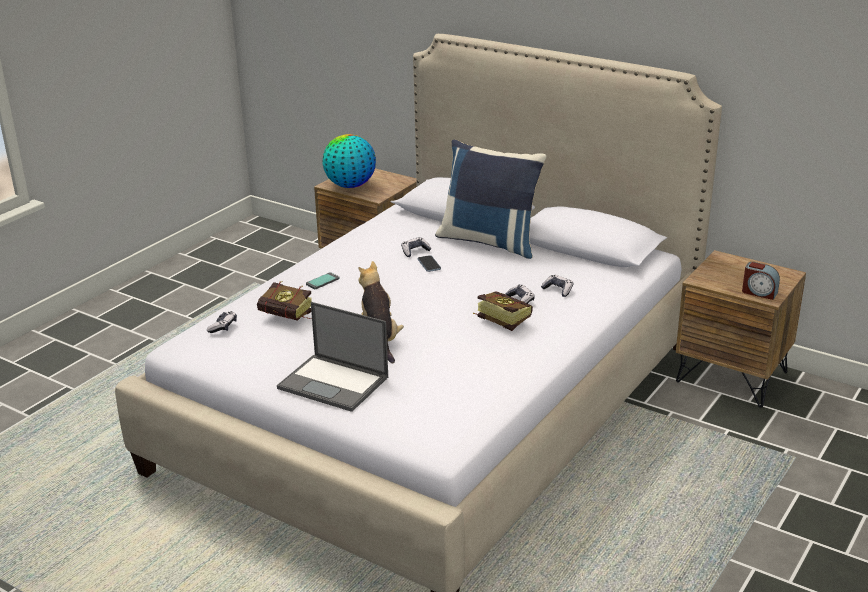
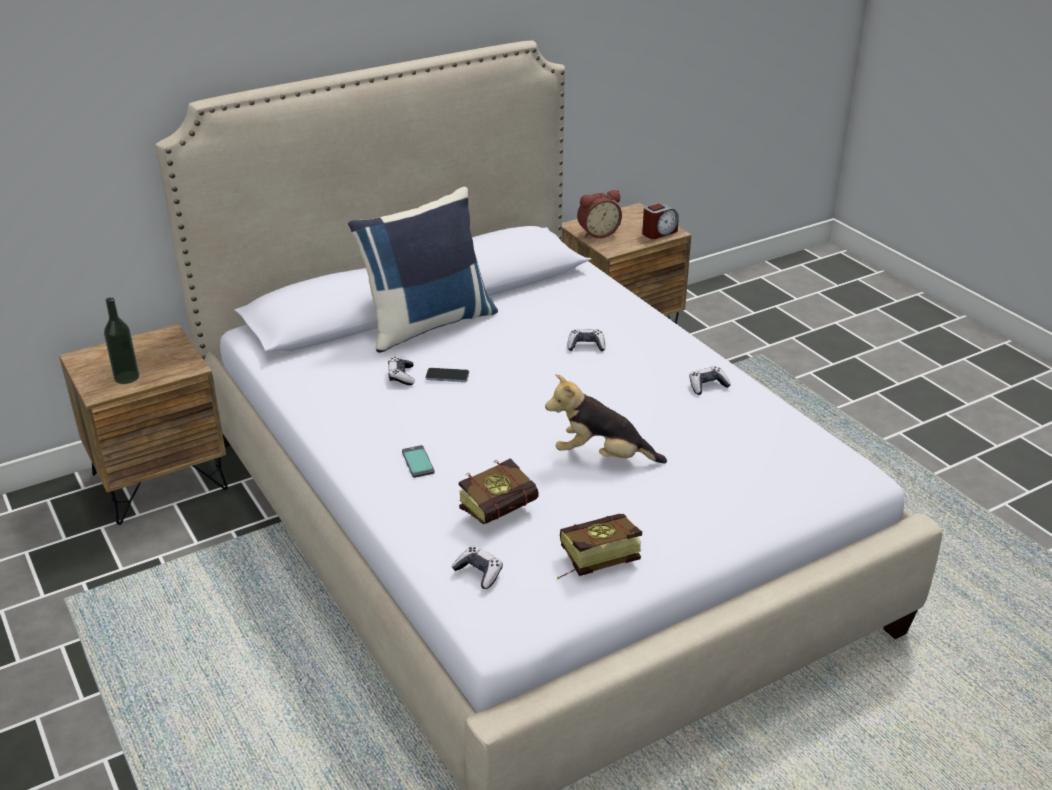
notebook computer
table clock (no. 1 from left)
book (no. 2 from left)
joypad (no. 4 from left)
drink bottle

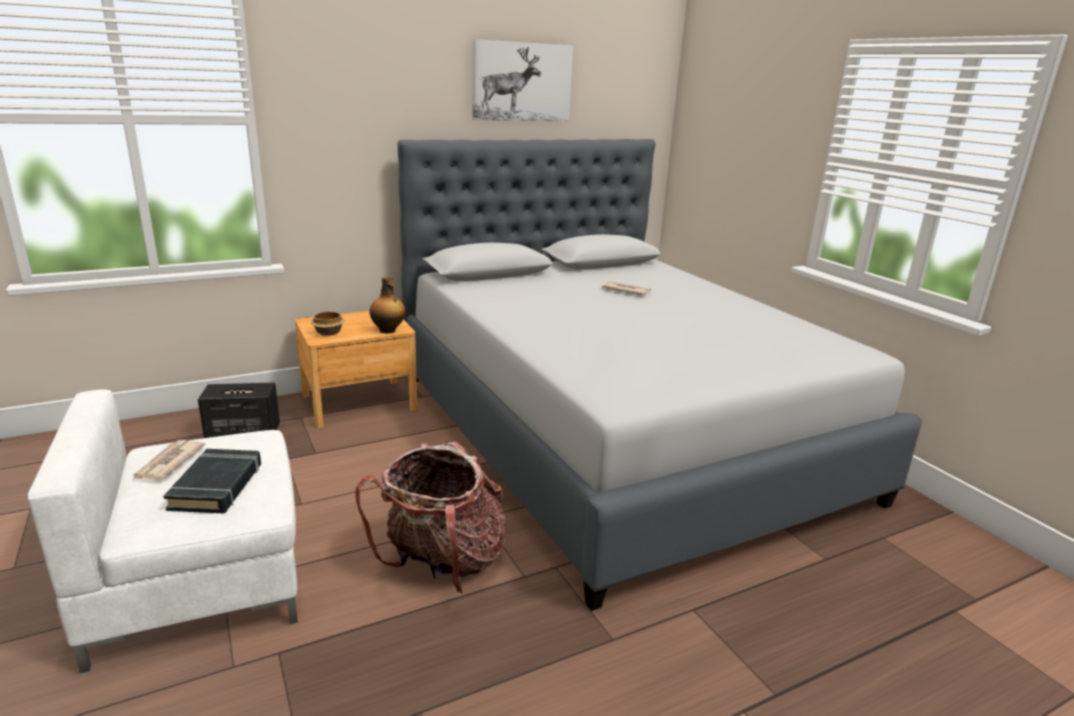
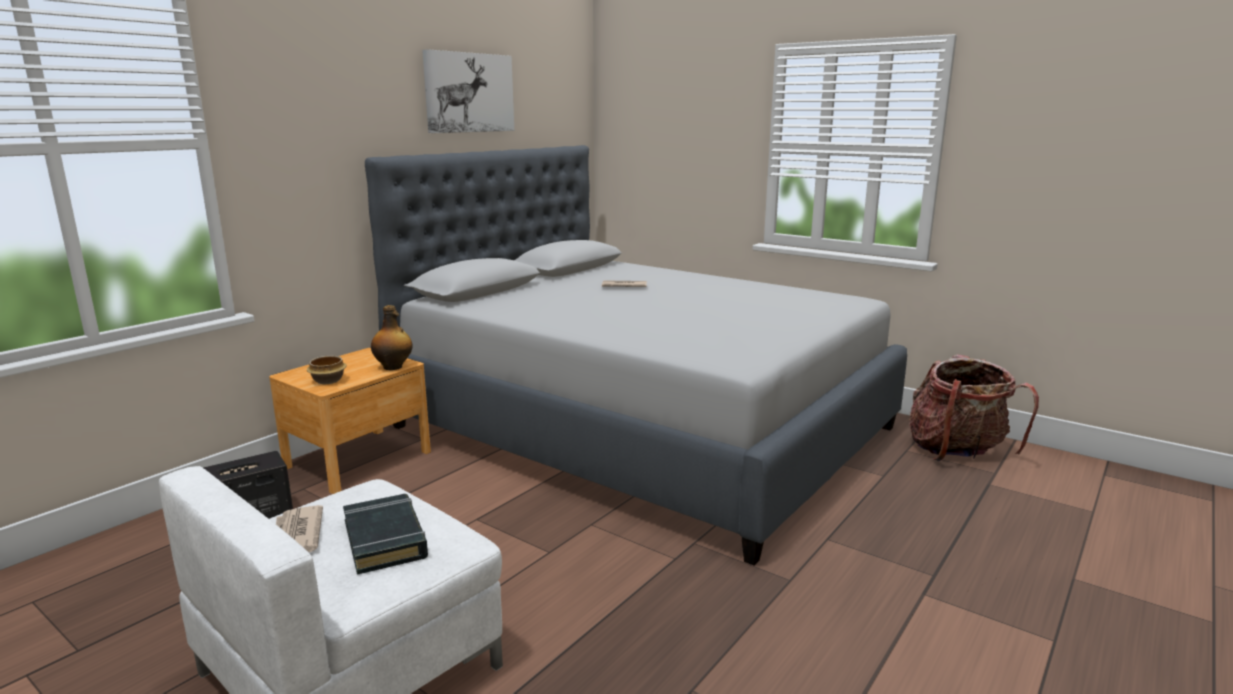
rucksack

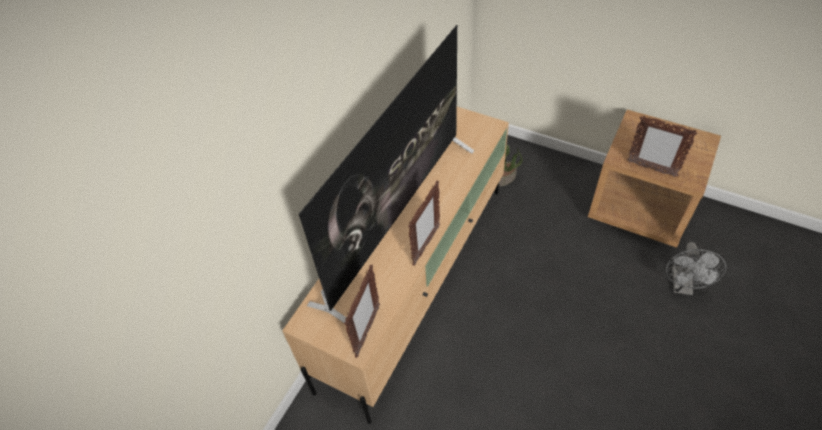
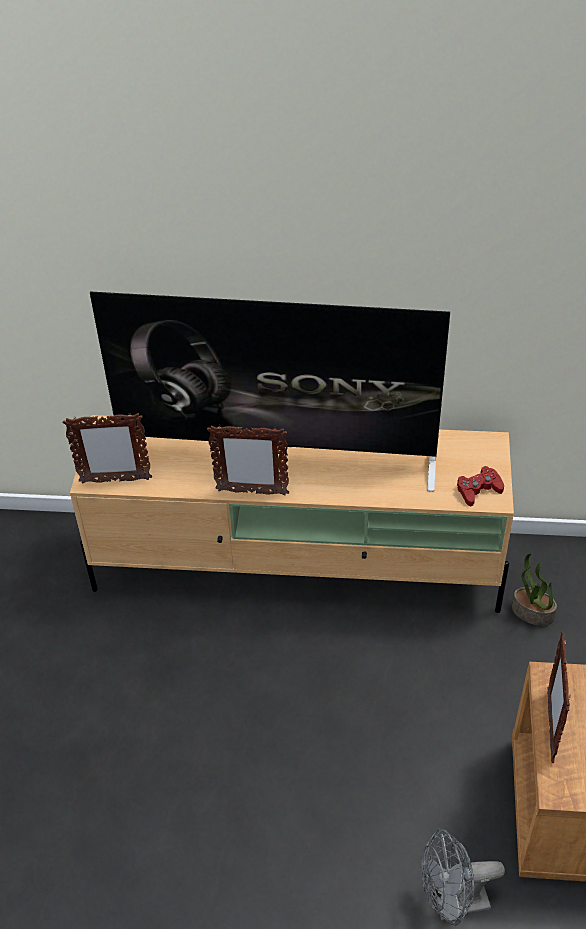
reddish joypad

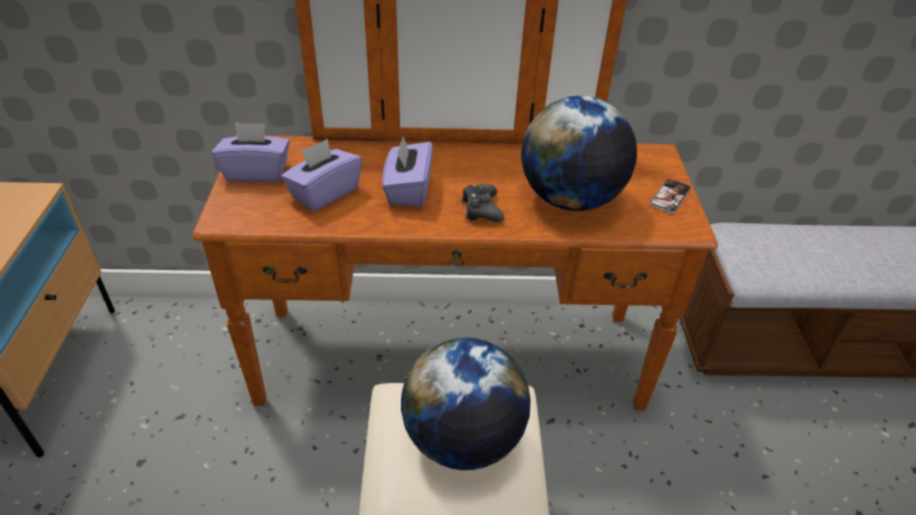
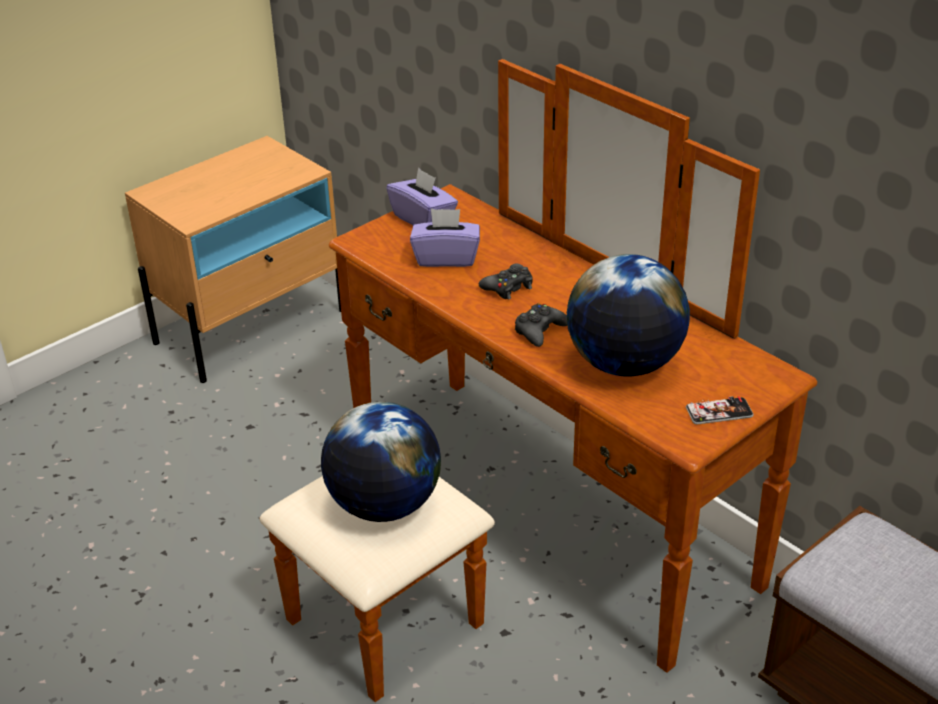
black joypad (no. 1 from left)

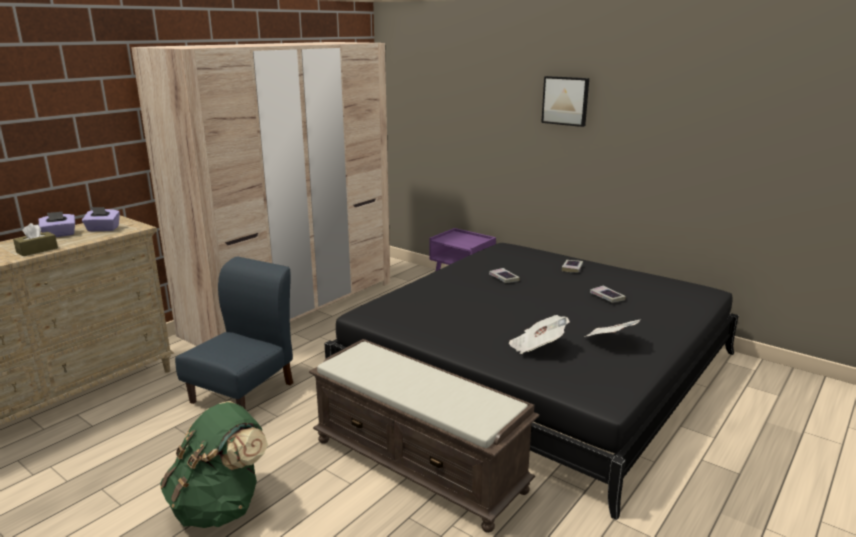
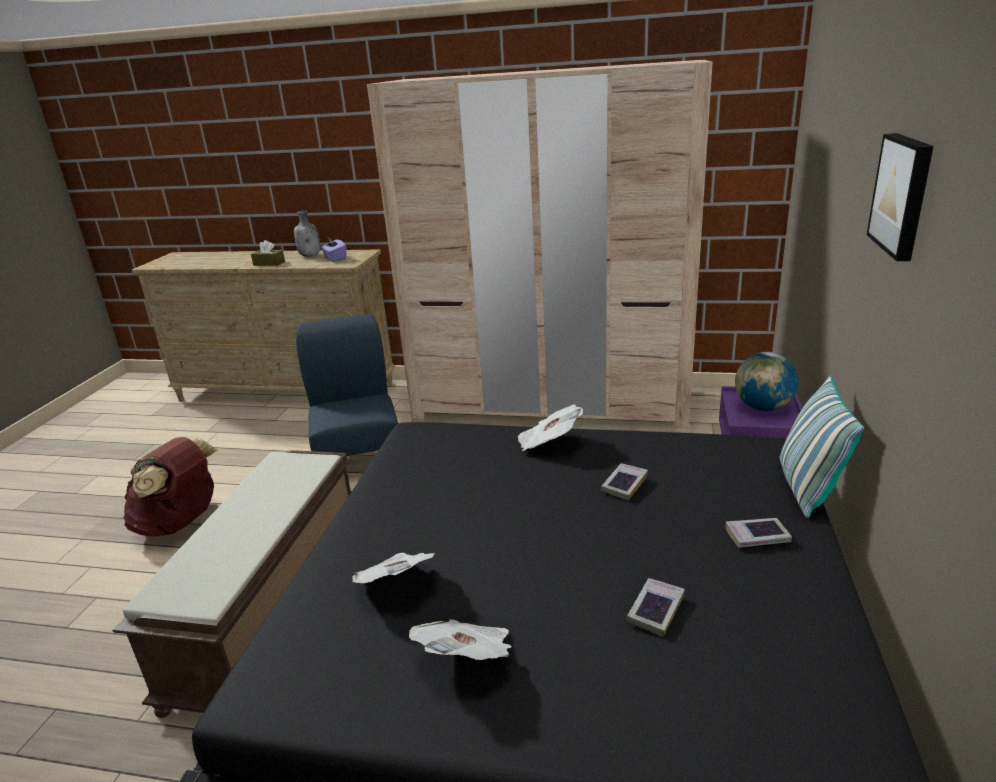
printed paper (no. 3 from left)
world globe
throw pillow
grey drink bottle
brownish rucksack
blue chair

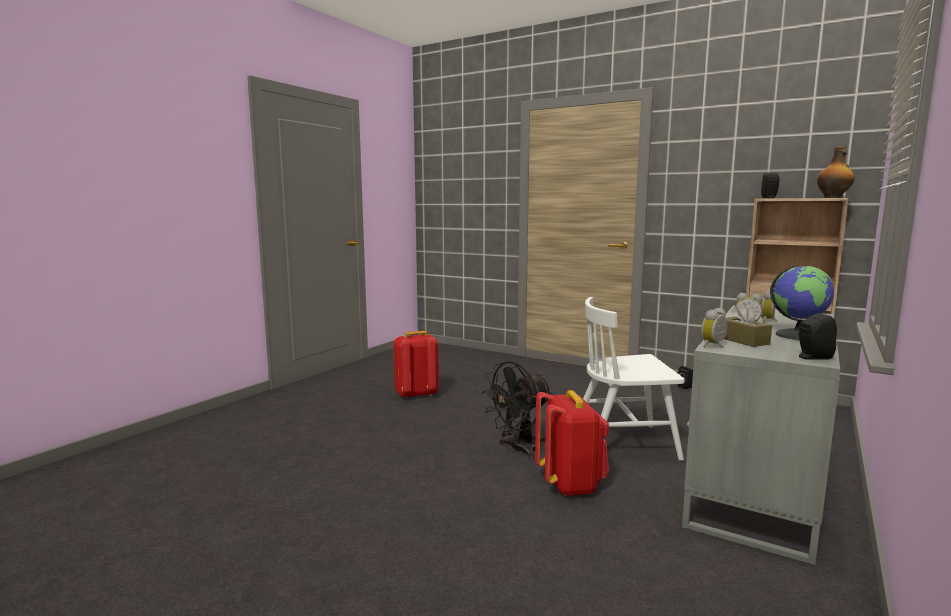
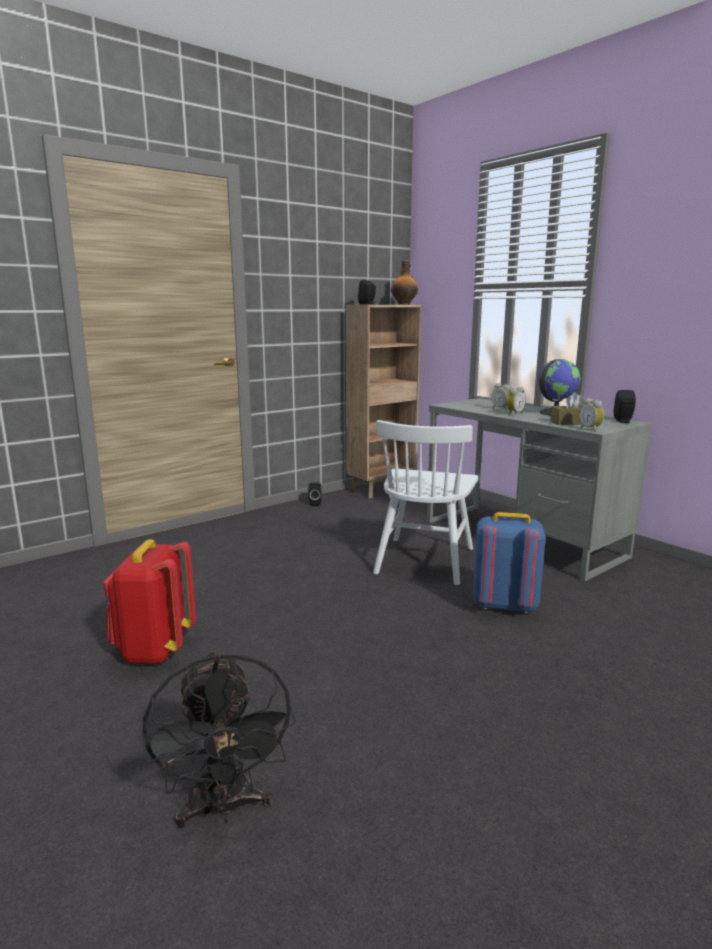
black electric fan
blue rucksack

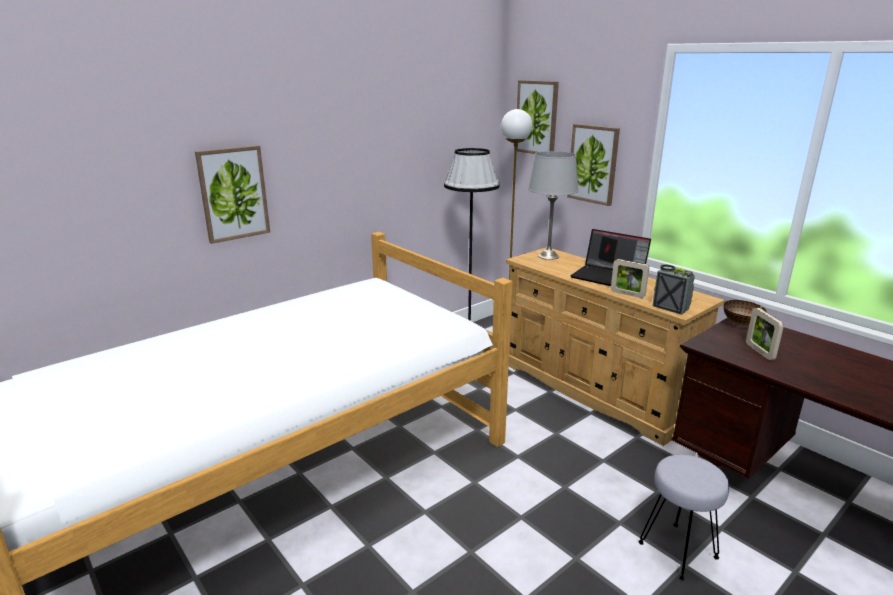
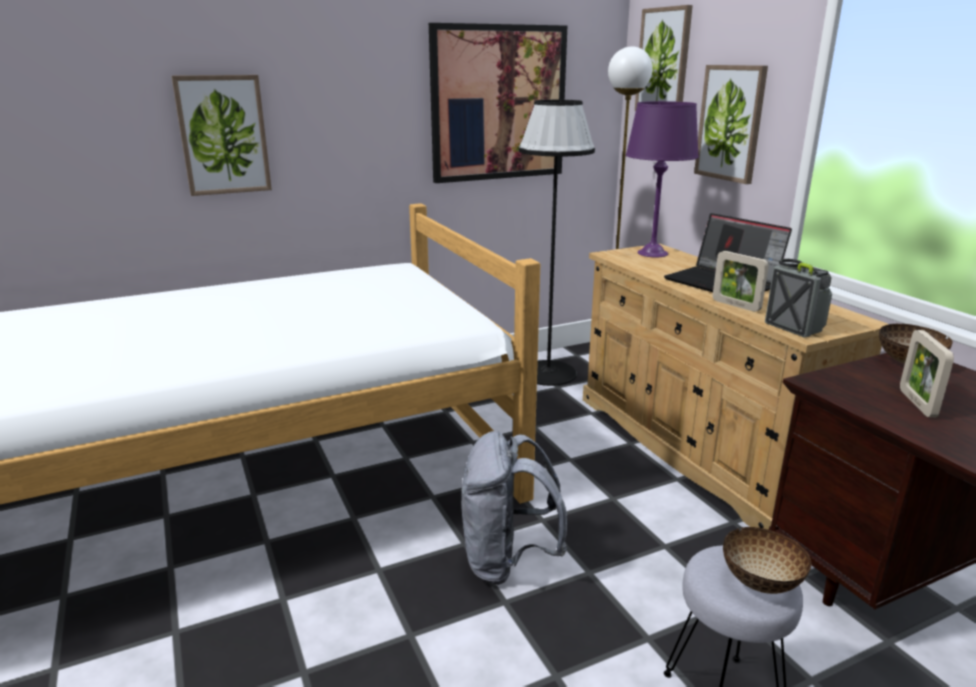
picture (no. 2 from left)
grey rucksack
bowl (no. 1 from left)
purple tabletop lamp

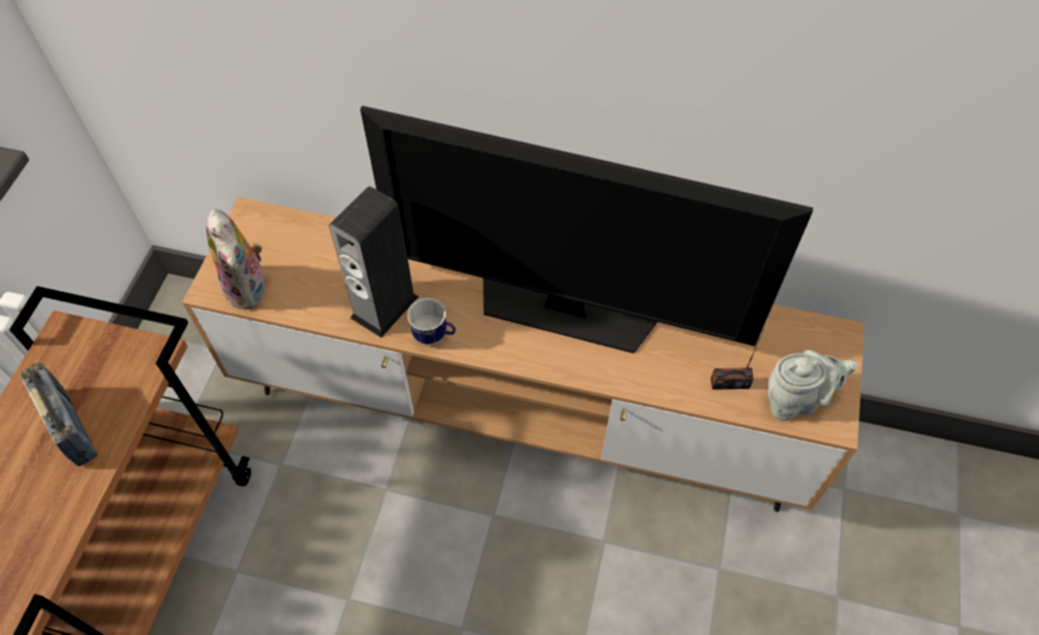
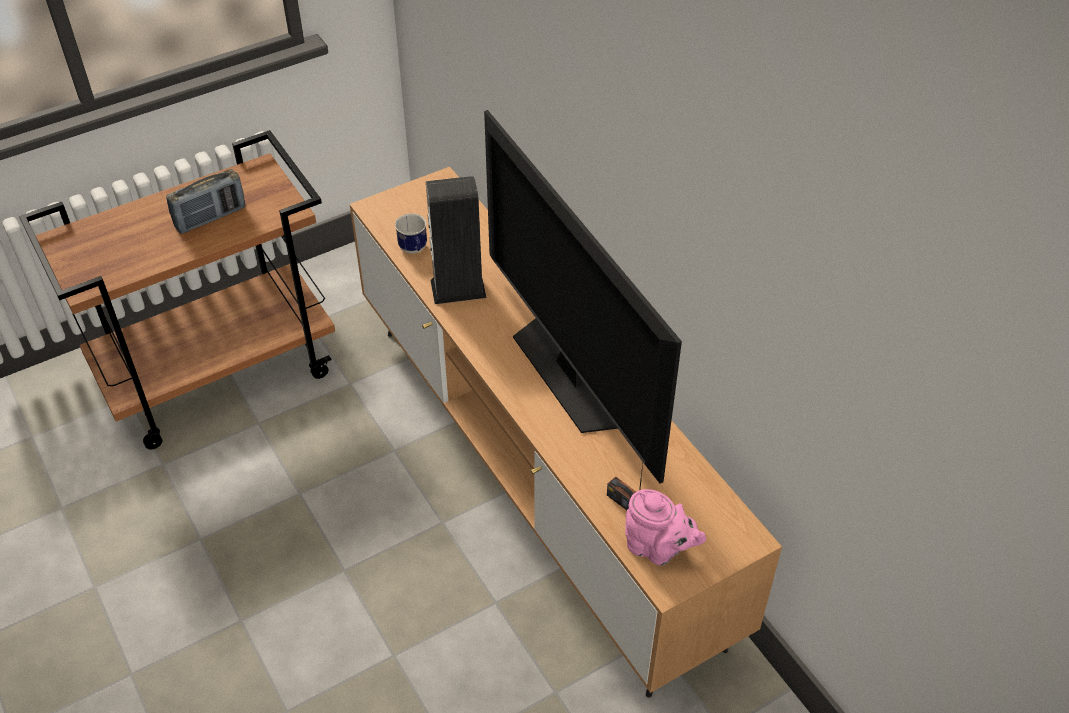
plush toy
coffee mug
pink tea pot
radio receiver (no. 1 from left)

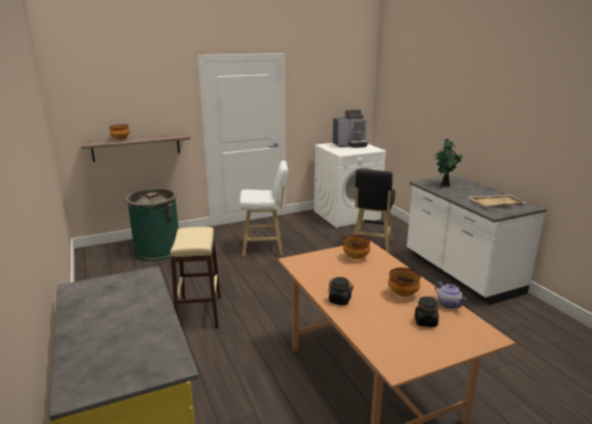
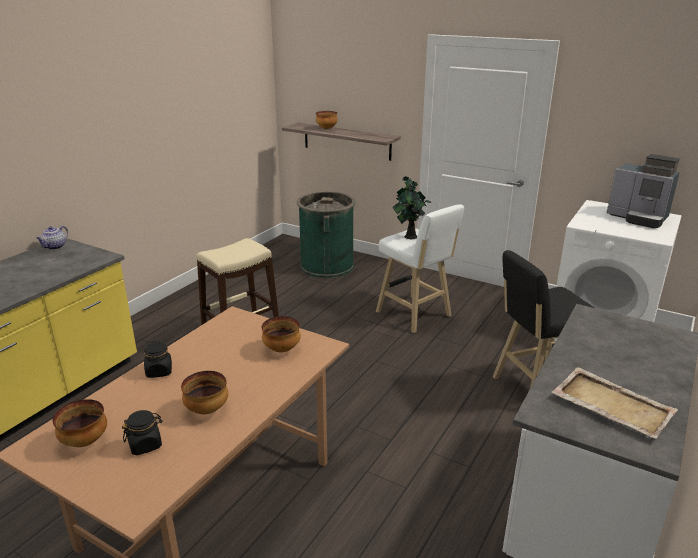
bowl (no. 1 from left)
plant in a pot
tea pot

